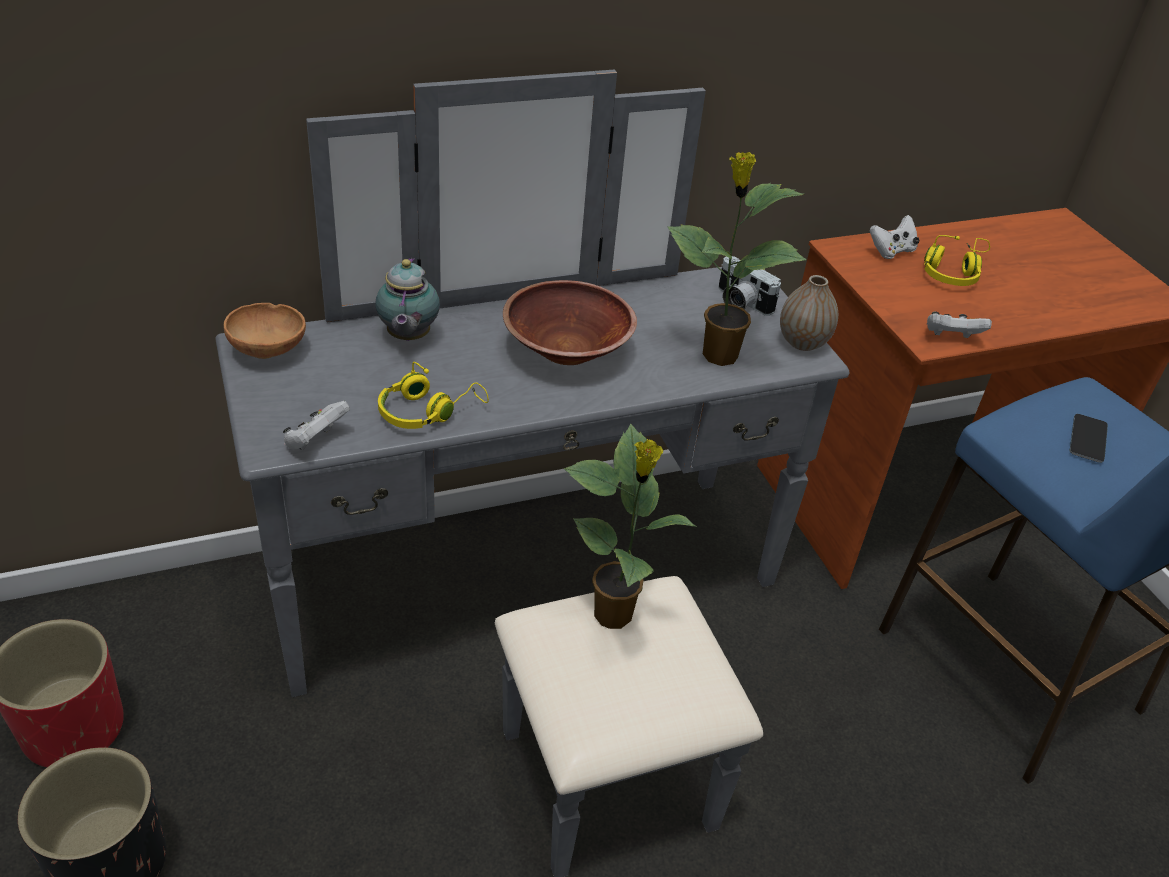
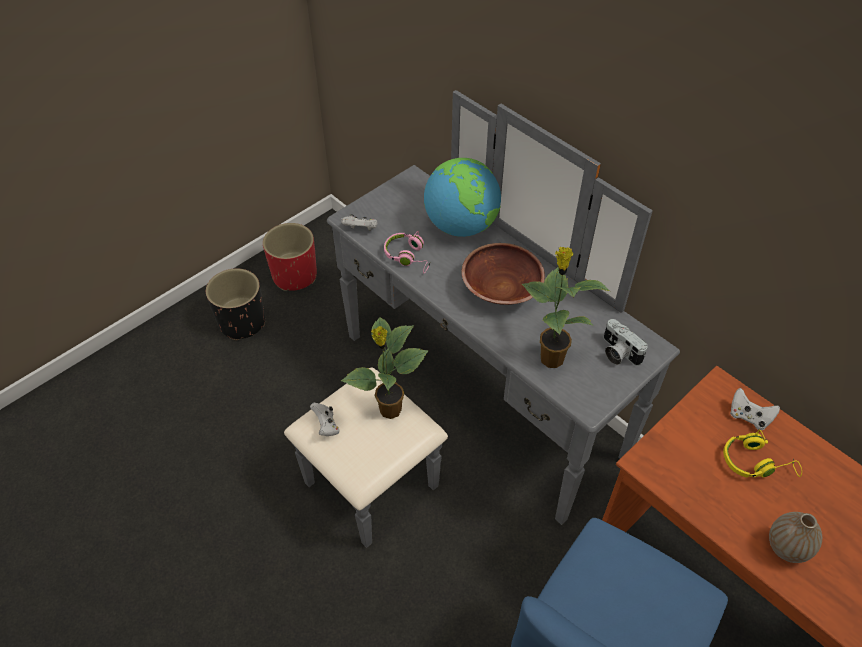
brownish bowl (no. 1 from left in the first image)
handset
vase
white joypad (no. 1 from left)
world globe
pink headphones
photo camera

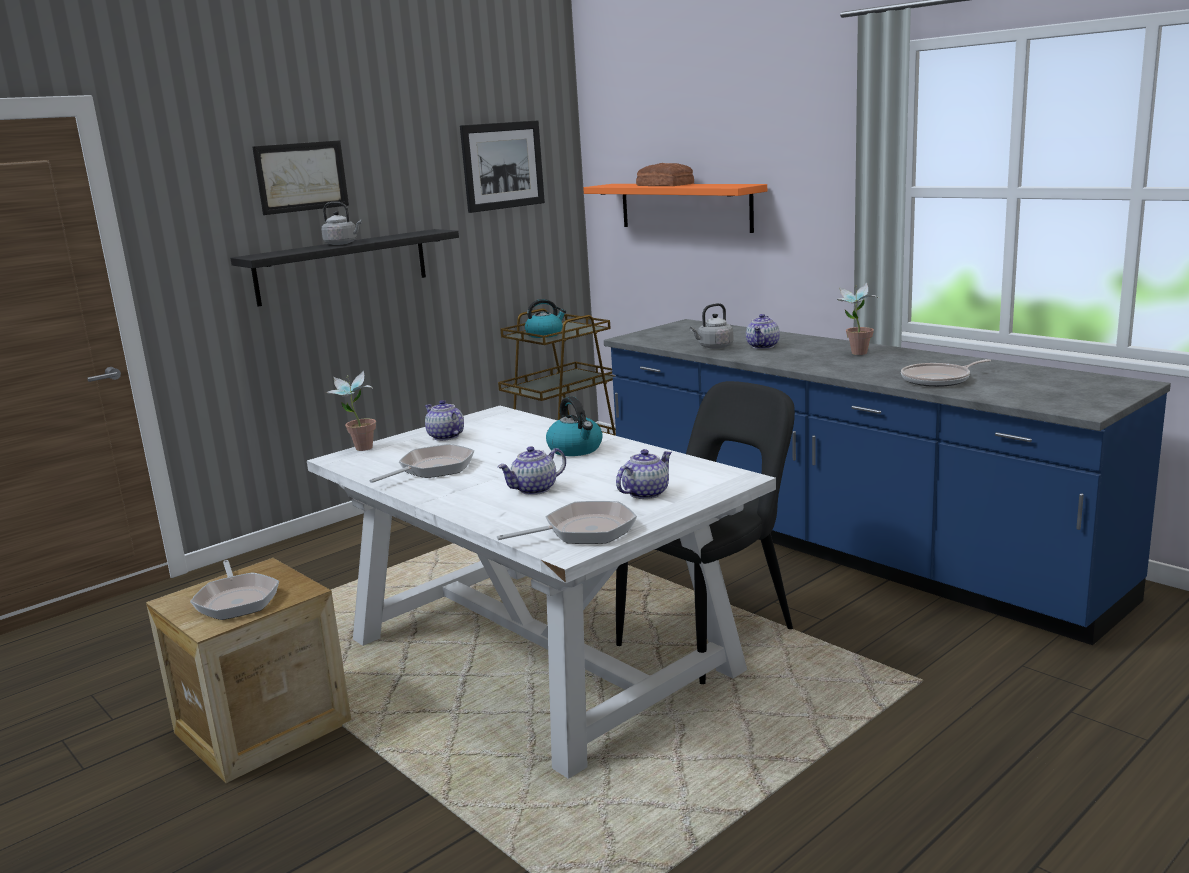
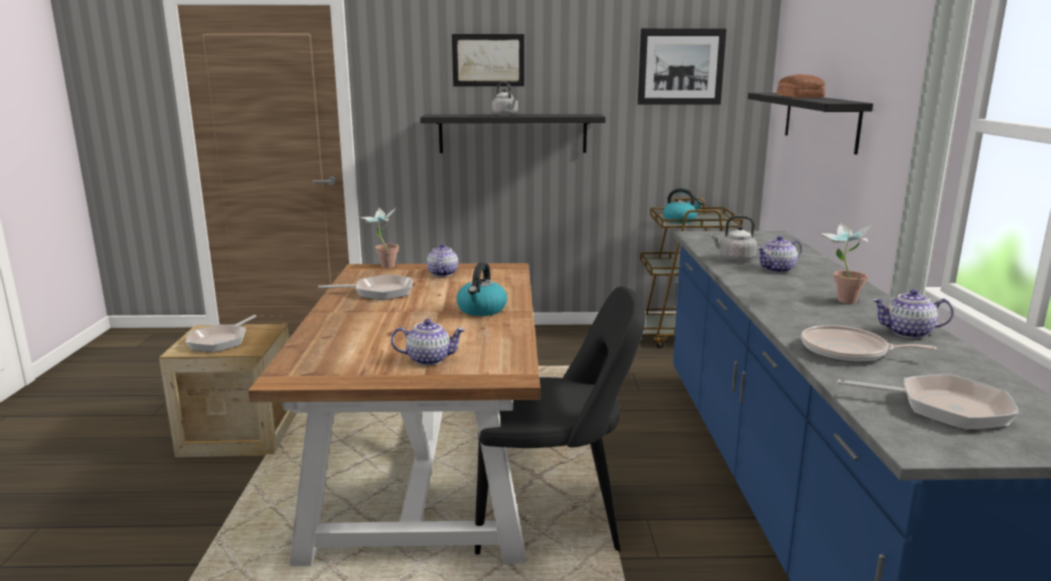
skillet (no. 4 from left)
tea pot (no. 4 from left)
brownish kitchen table
black bracket shelf (no. 2 from left)

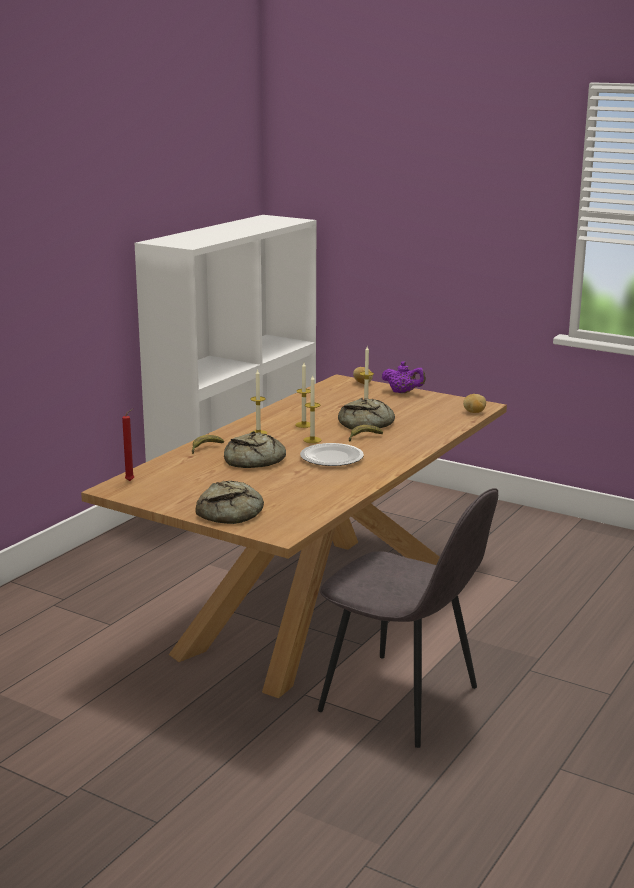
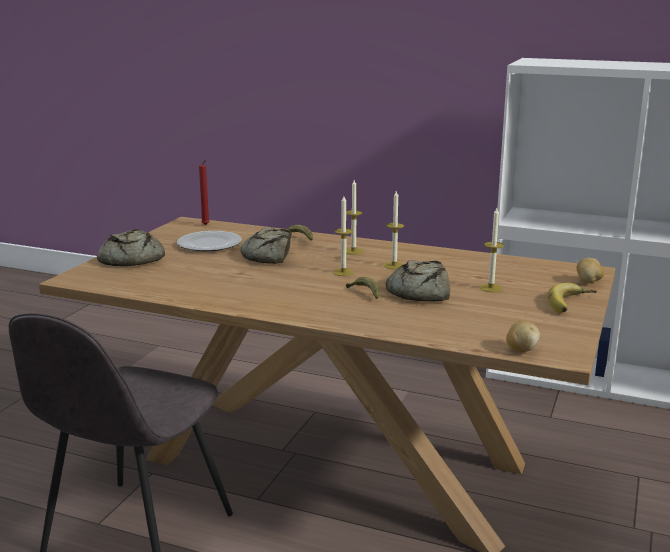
flat dish
banana (no. 3 from left)

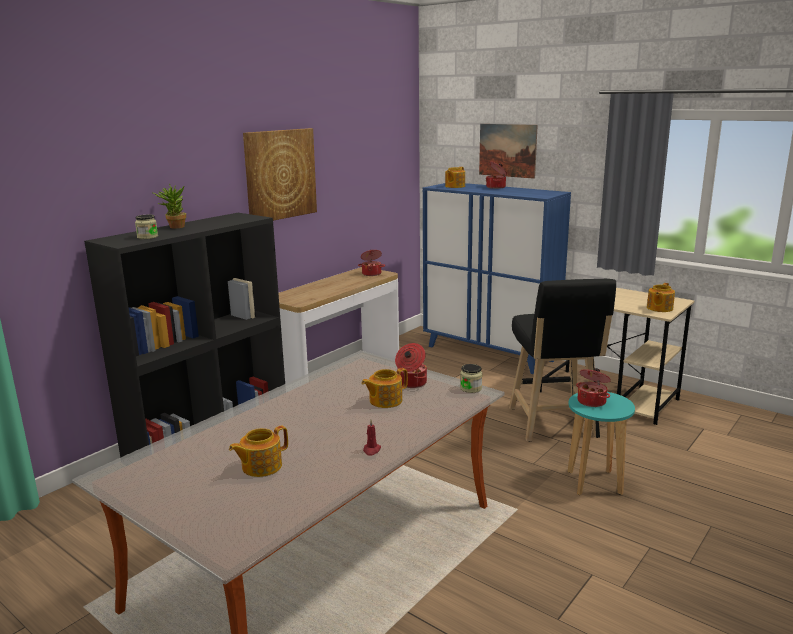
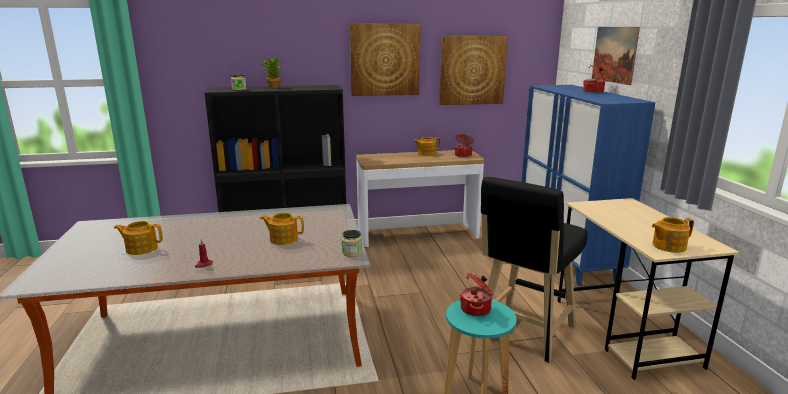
stockpot (no. 2 from left in the first image)
picture (no. 2 from left)
tea pot (no. 3 from left)

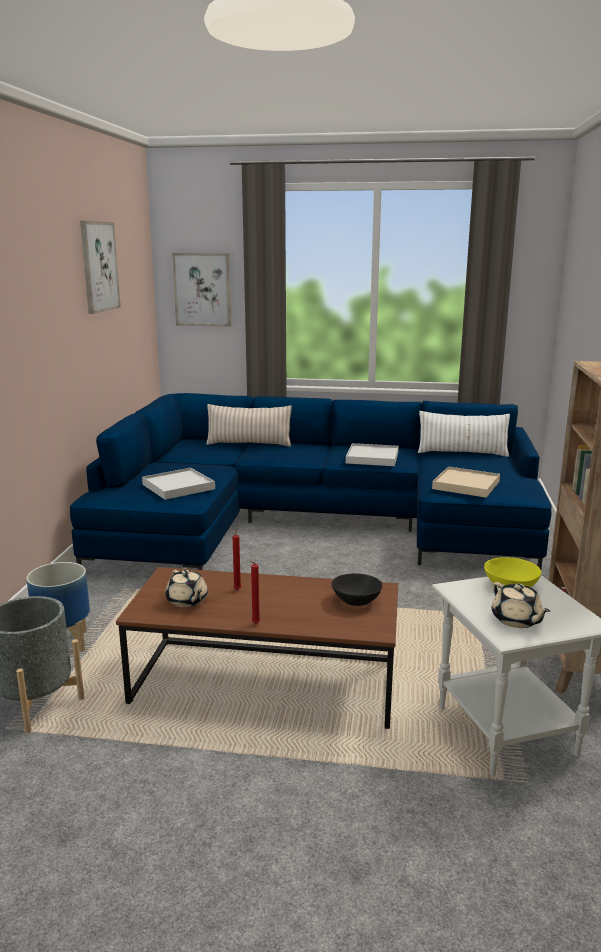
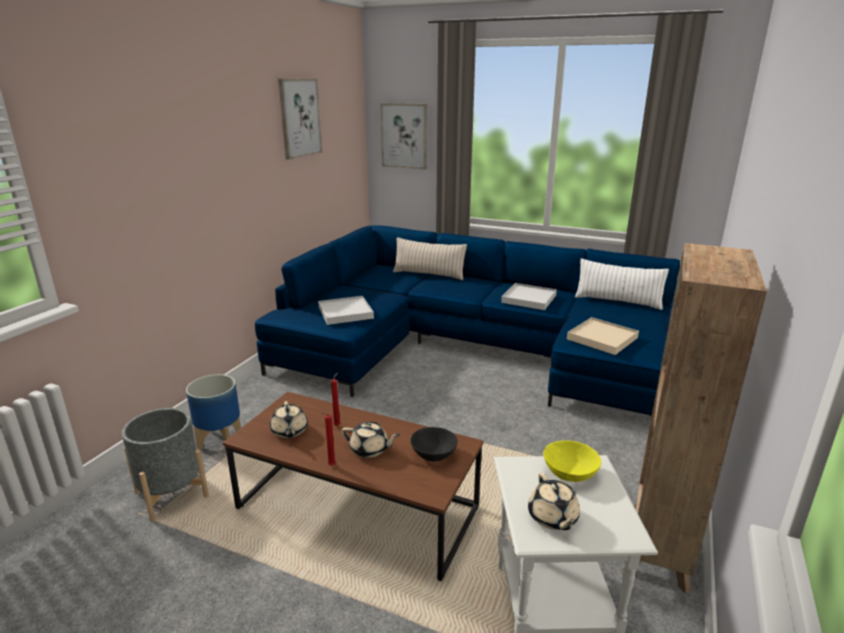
beige tea pot (no. 2 from left)

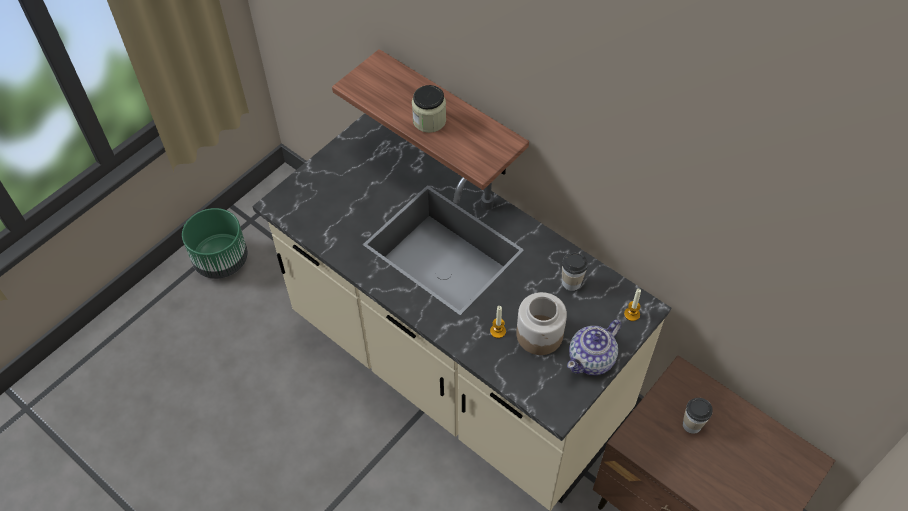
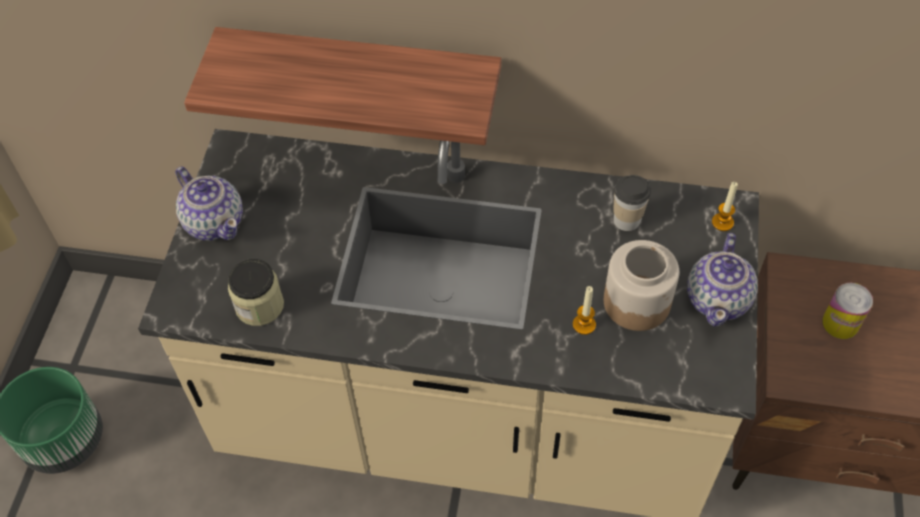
tea pot (no. 1 from left)
preserve jar (no. 1 from left)
can

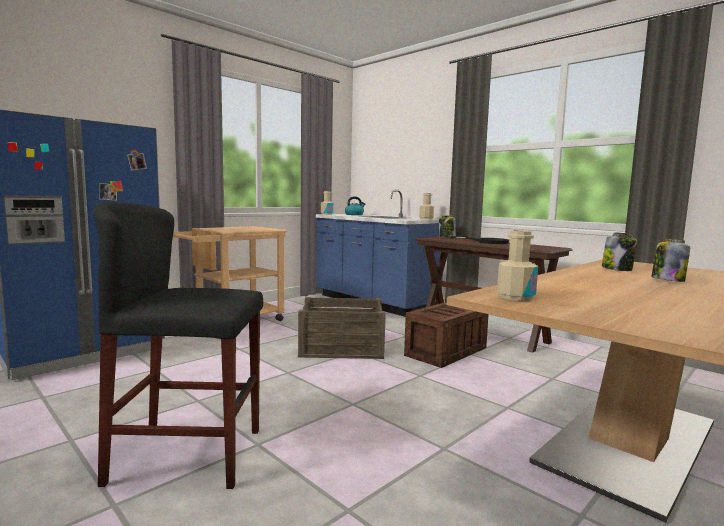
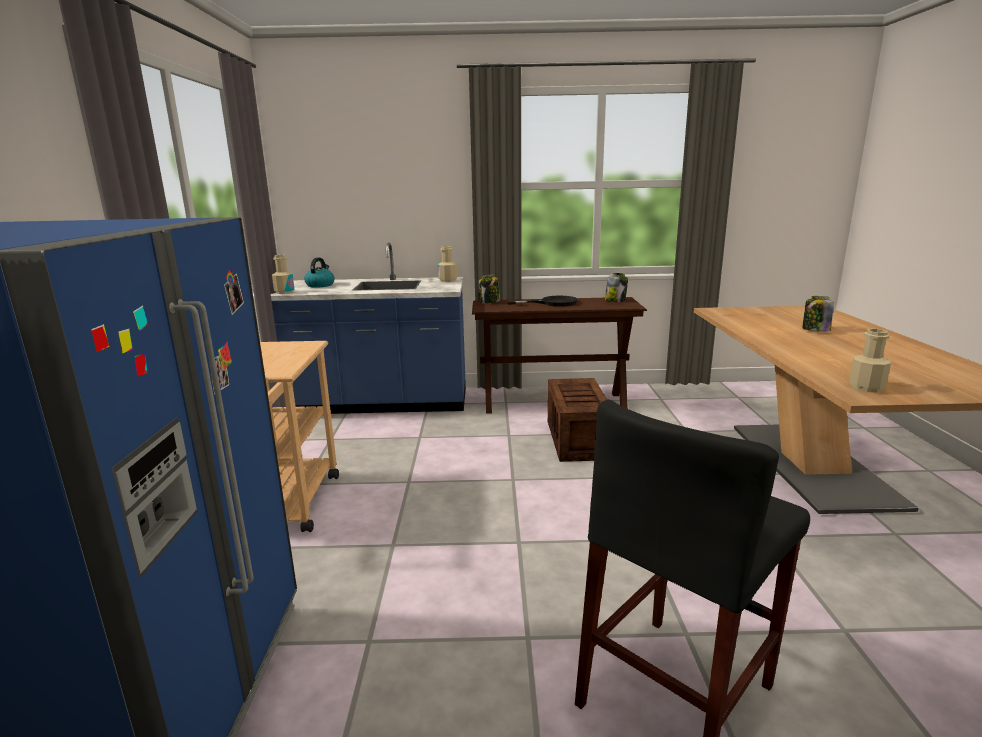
packing crate (no. 1 from left in the first image)
preserve jar (no. 2 from left)

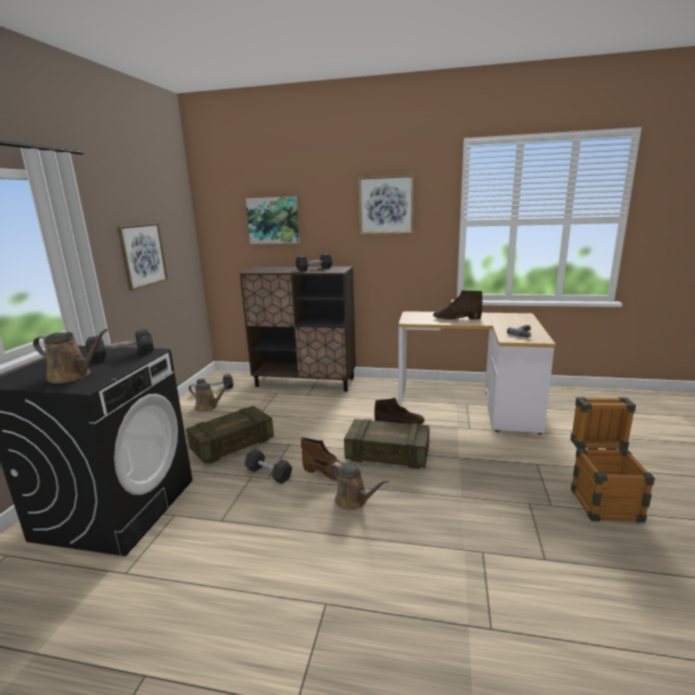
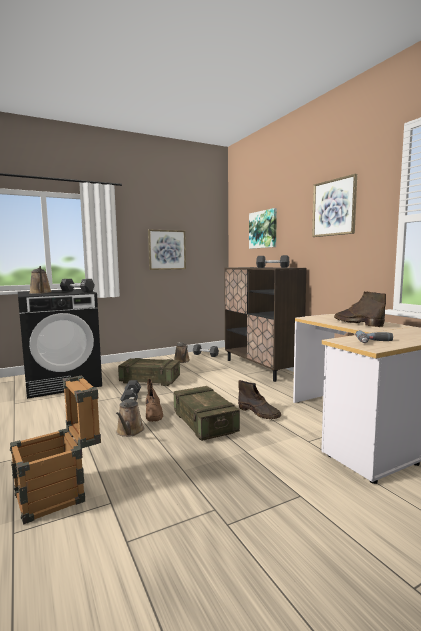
packing crate (no. 1 from left)

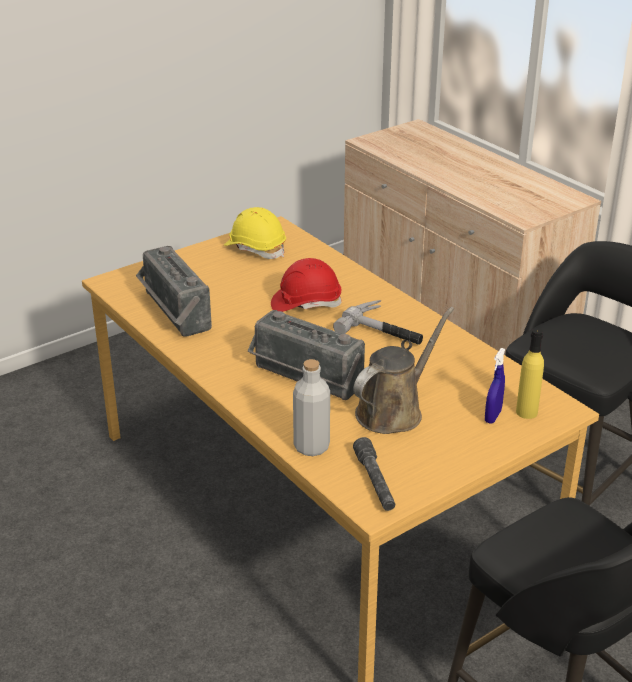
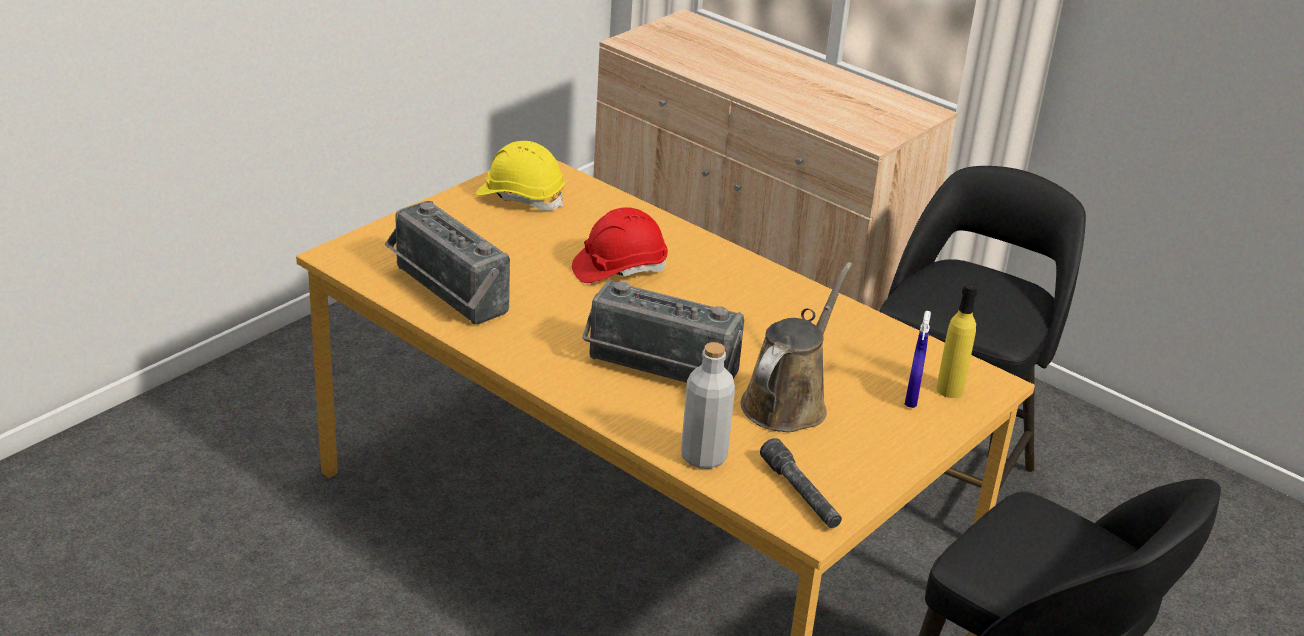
tool hammer

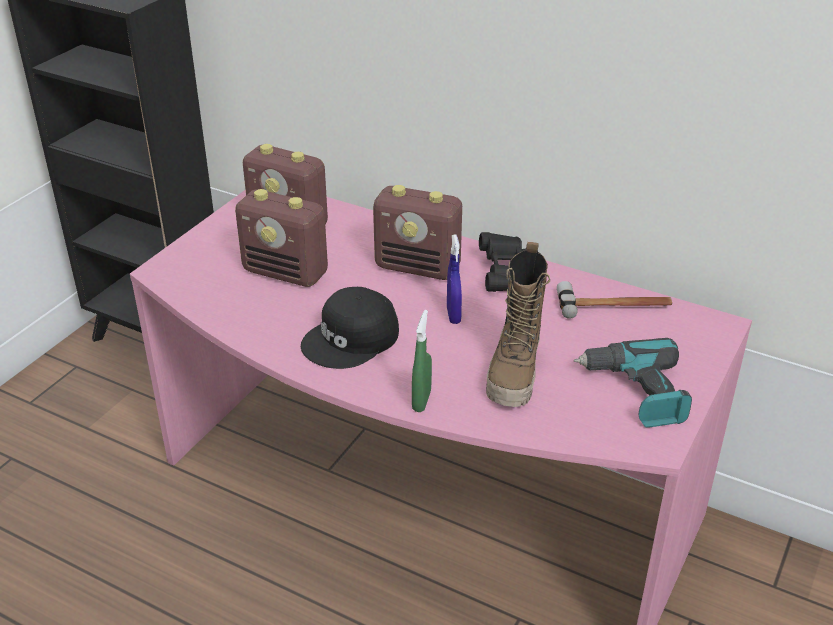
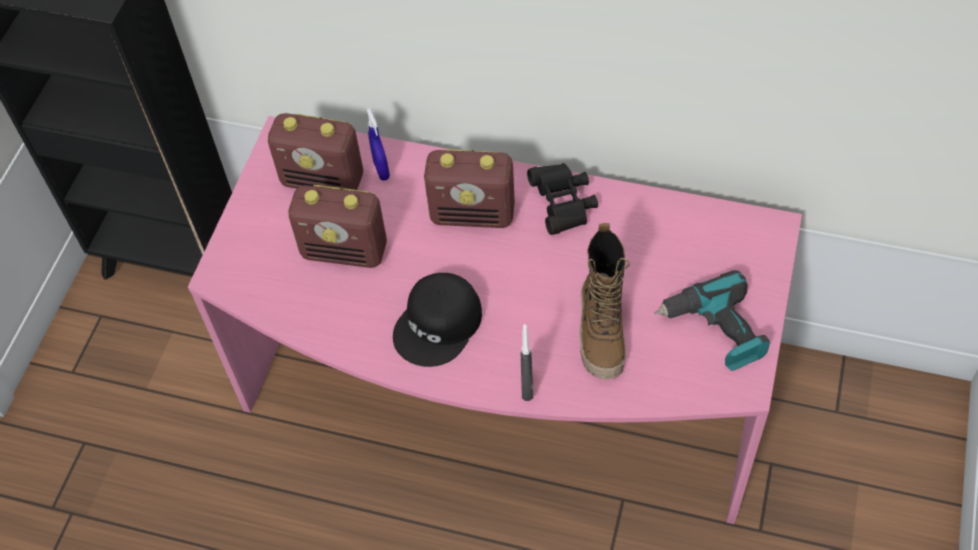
tool hammer
blue hand sprayer
grey hand sprayer

